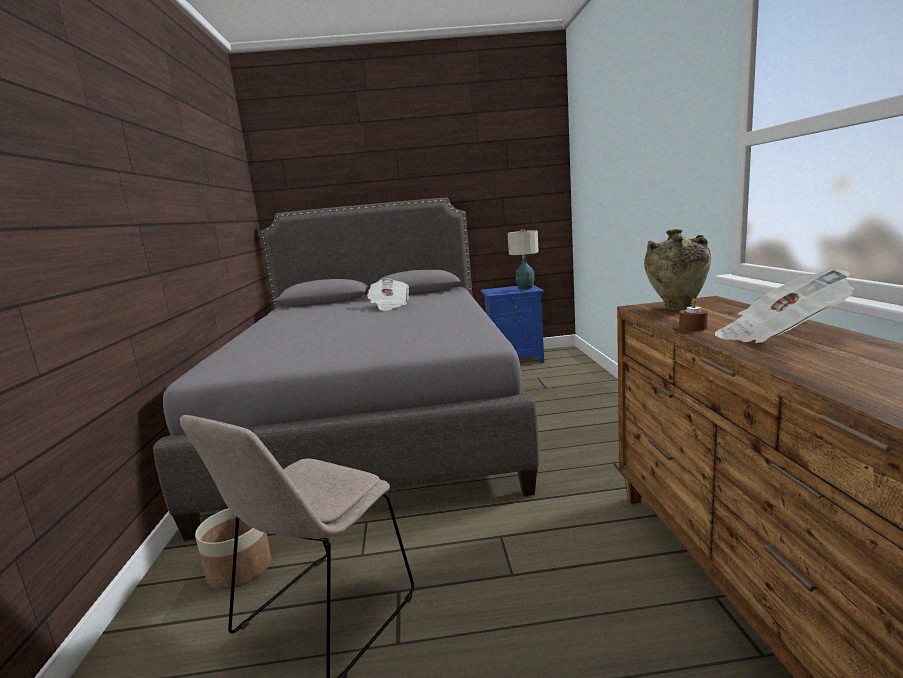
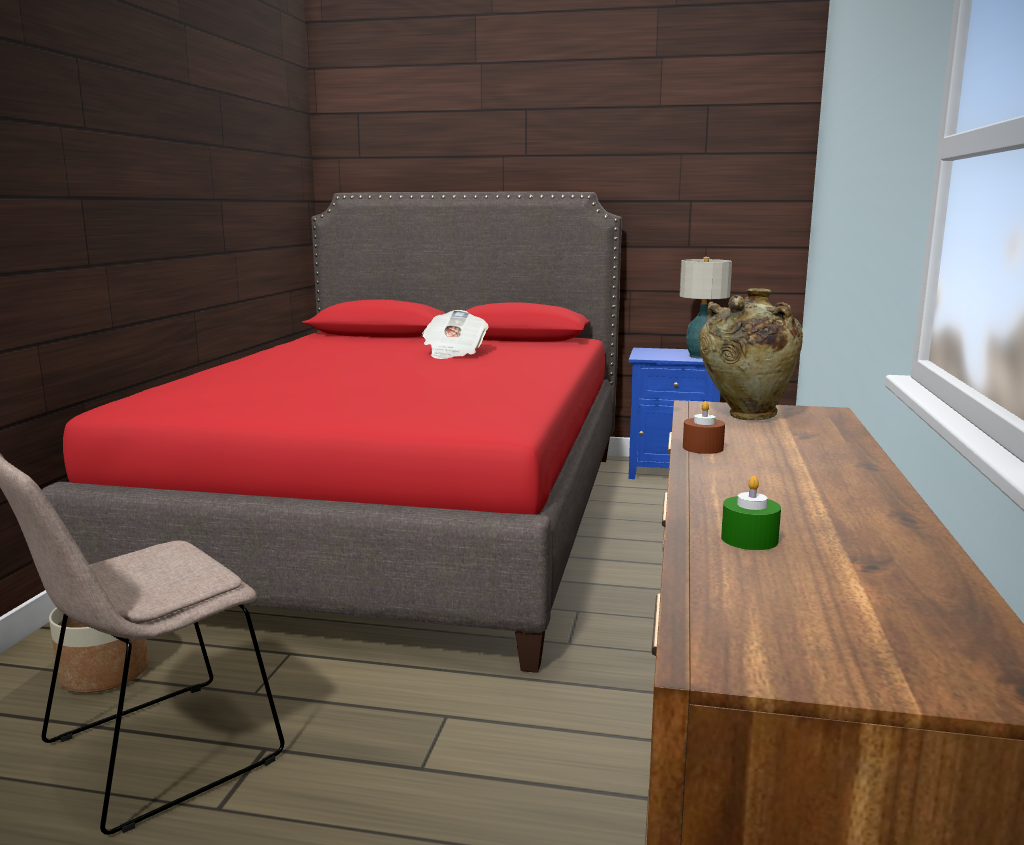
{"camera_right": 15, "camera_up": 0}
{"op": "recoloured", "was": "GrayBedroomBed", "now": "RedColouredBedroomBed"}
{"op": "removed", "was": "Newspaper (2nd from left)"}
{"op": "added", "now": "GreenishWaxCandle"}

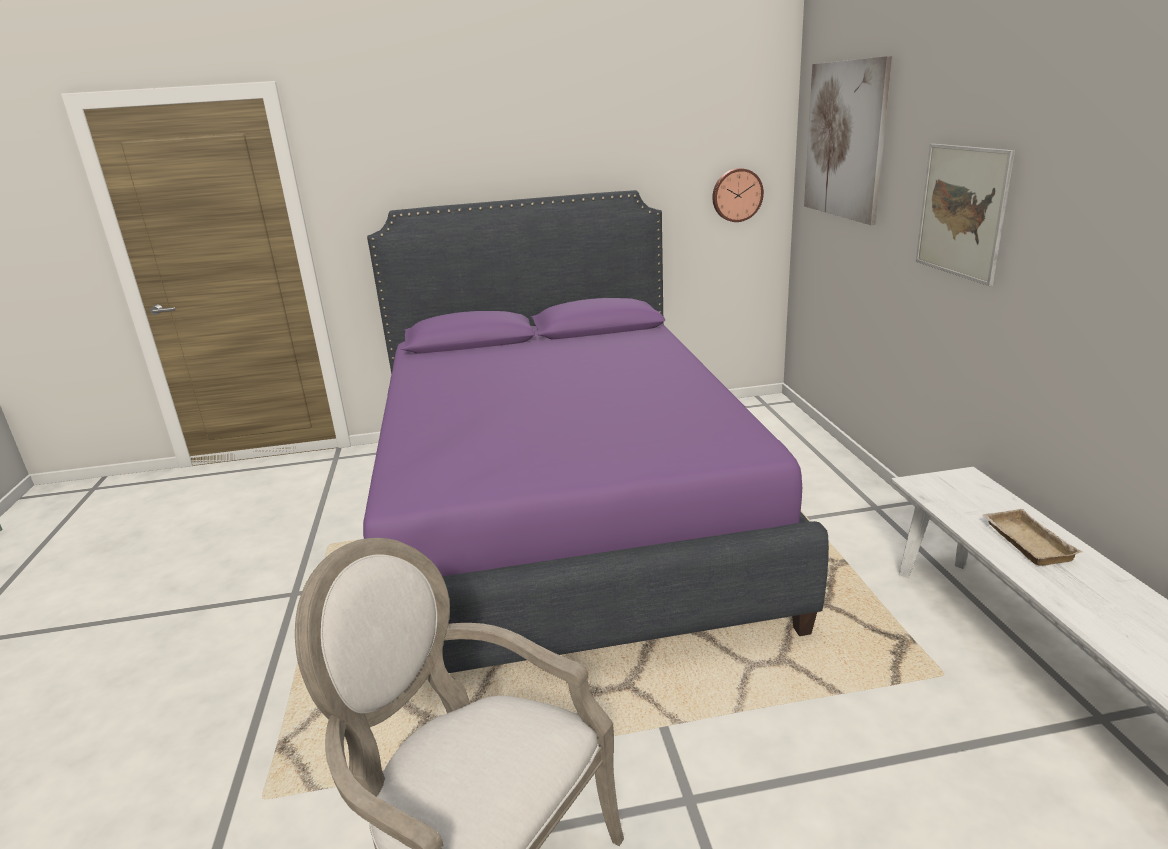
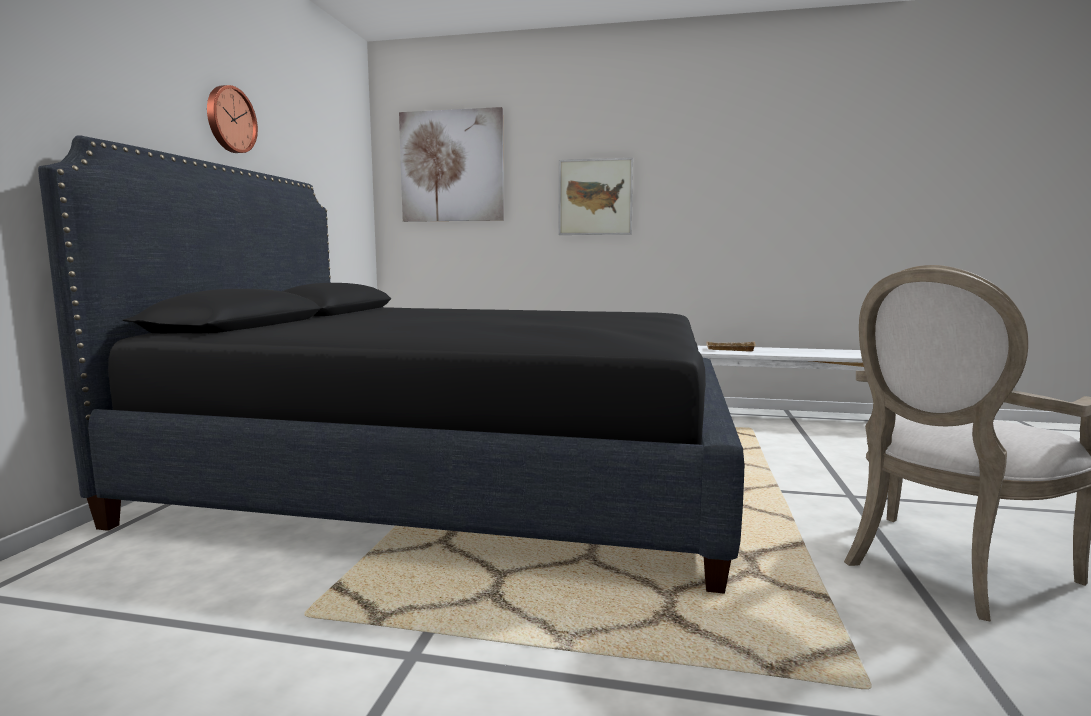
{"camera_right": -70, "camera_up": -15}
{"op": "moved", "was": "ClockOnTheWall"}
{"op": "recoloured", "was": "PurpleBedroomBed", "now": "BlackBedroomBed"}

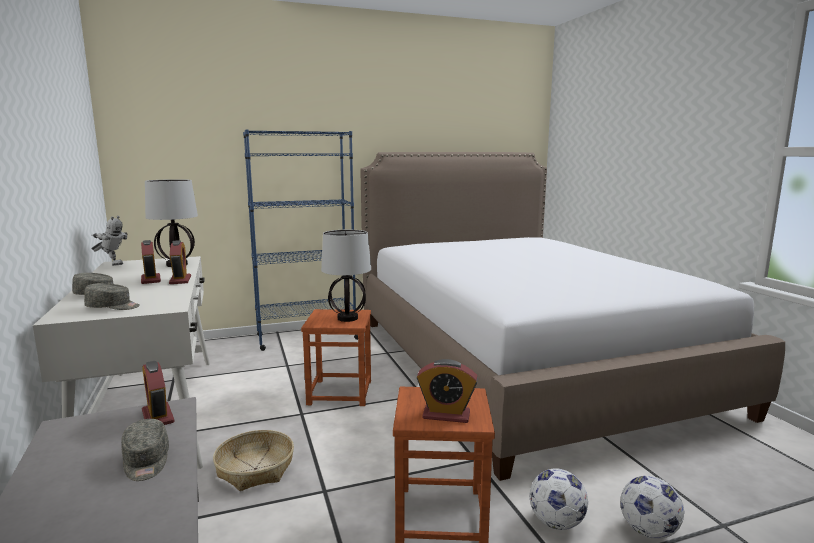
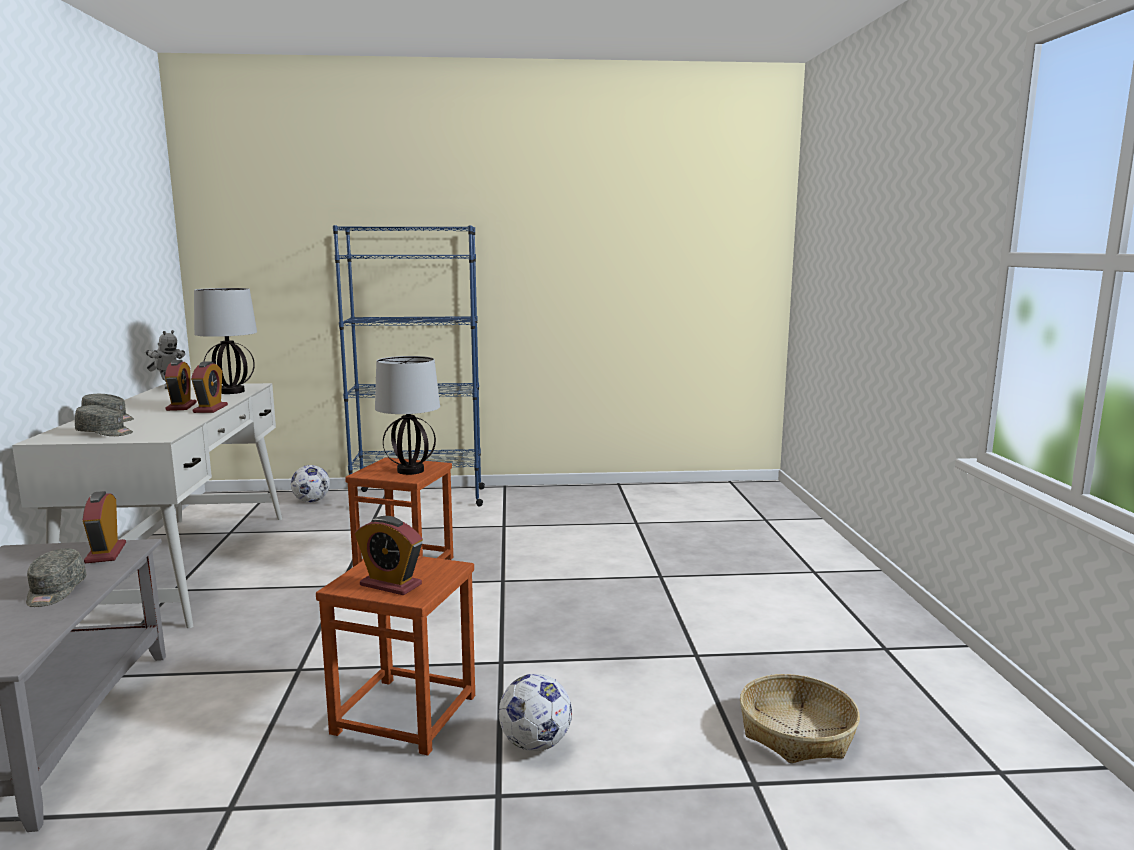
{"camera_right": 15, "camera_up": 0}
{"op": "removed", "was": "BedroomBed"}
{"op": "moved", "was": "StorageBasket"}
{"op": "moved", "was": "FootballBall (2nd from left in the first image)", "now": "FootballBall (1st from left)"}

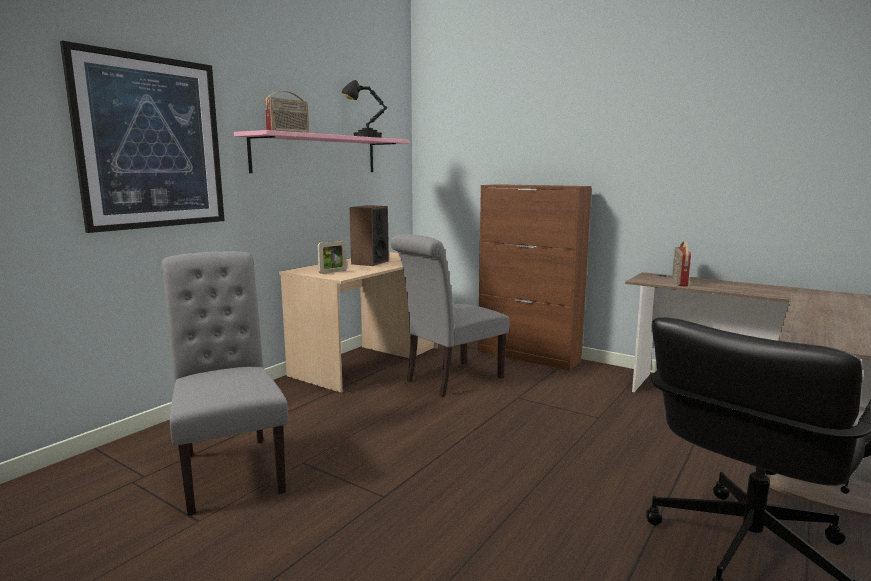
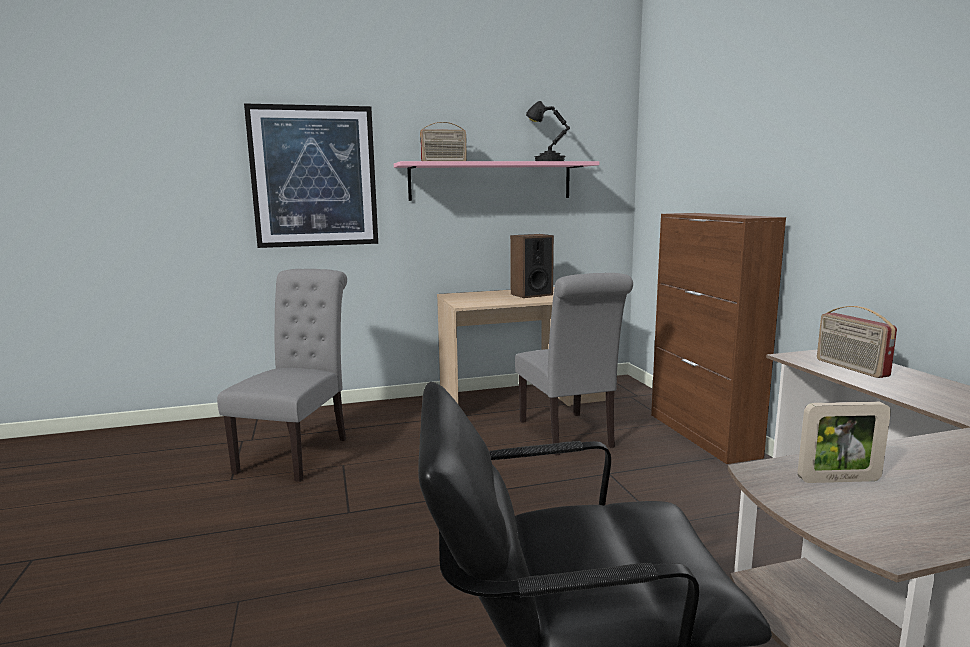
{"camera_right": 40, "camera_up": 0}
{"op": "turned", "was": "GrayChair (2nd from left)", "clockwise": -105}
{"op": "moved", "was": "StandingFrame"}
{"op": "turned", "was": "RadioReceiver (2nd from left)", "clockwise": -75}

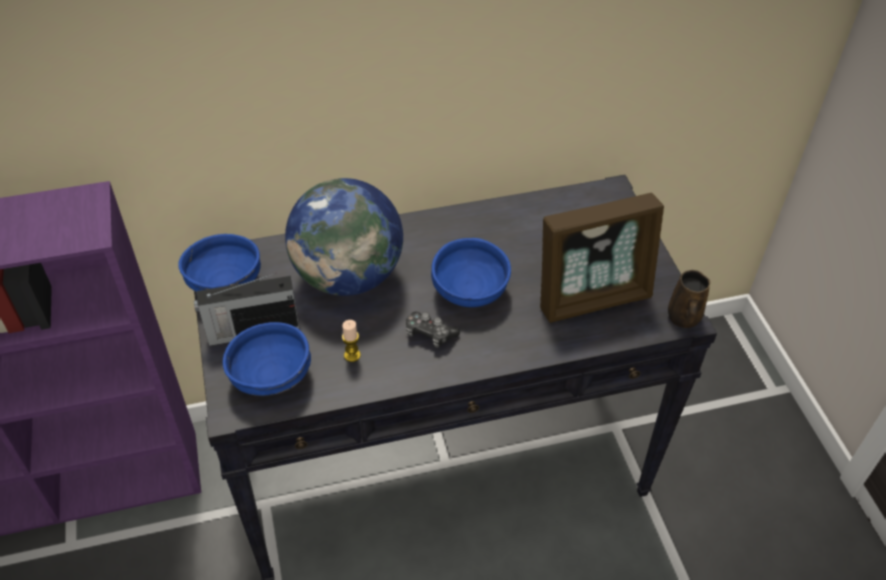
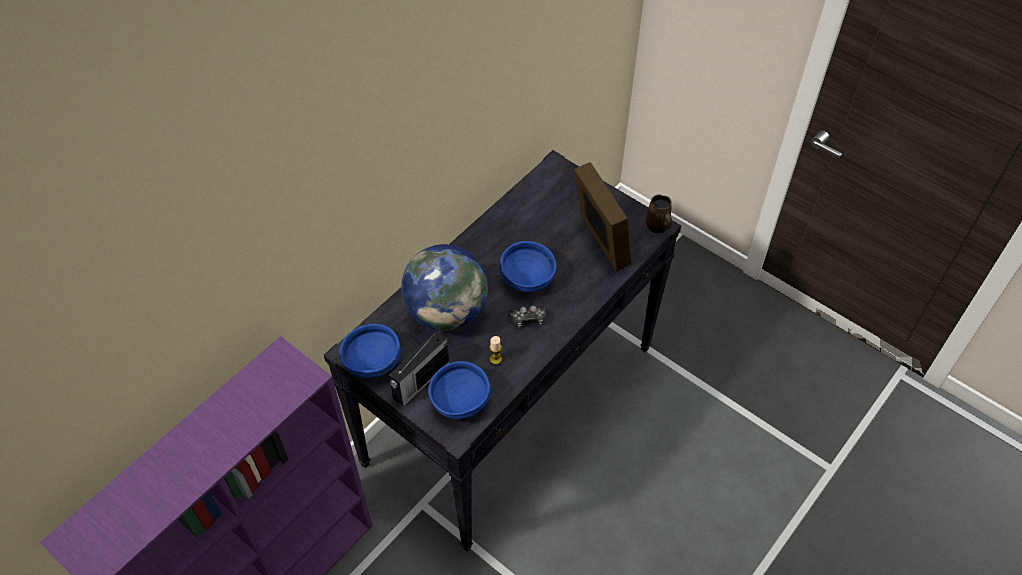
{"camera_right": -35, "camera_up": 5}
{"op": "turned", "was": "StandingFrame", "clockwise": -60}

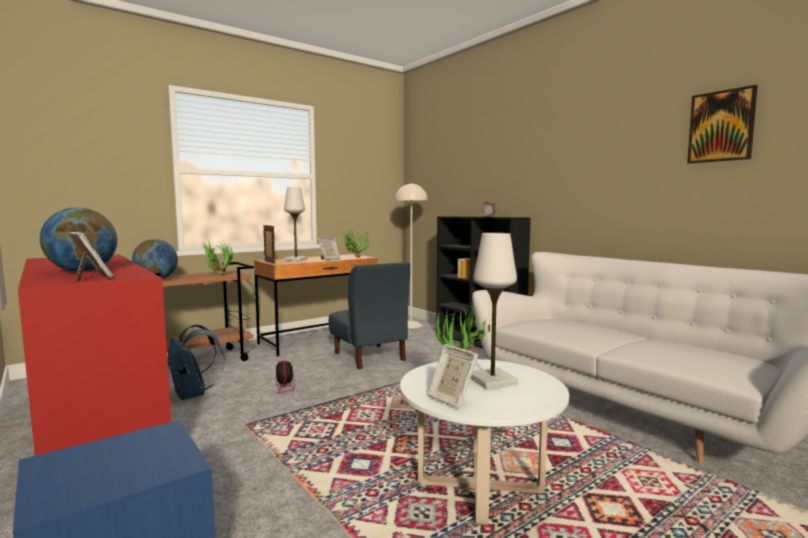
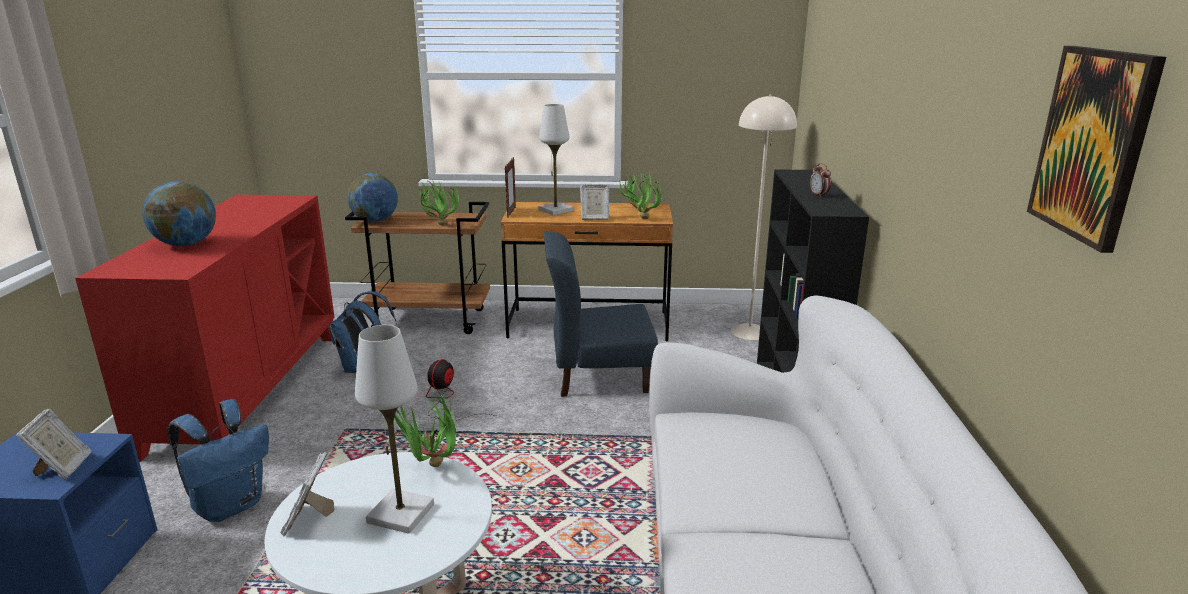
{"camera_right": 40, "camera_up": 15}
{"op": "moved", "was": "StandingFrame (1st from left)"}
{"op": "turned", "was": "BlueColouredChair", "clockwise": 75}
{"op": "added", "now": "BlueColouredRucksack (1st from left)"}

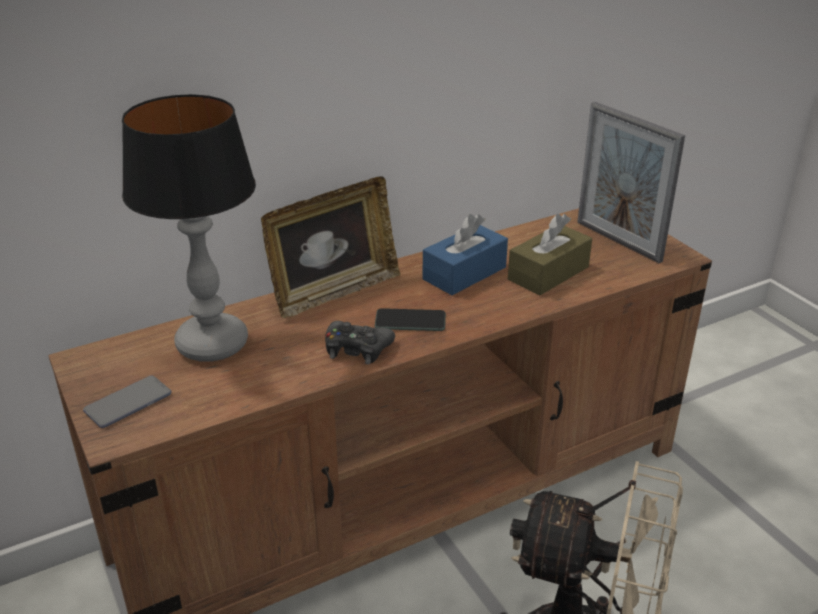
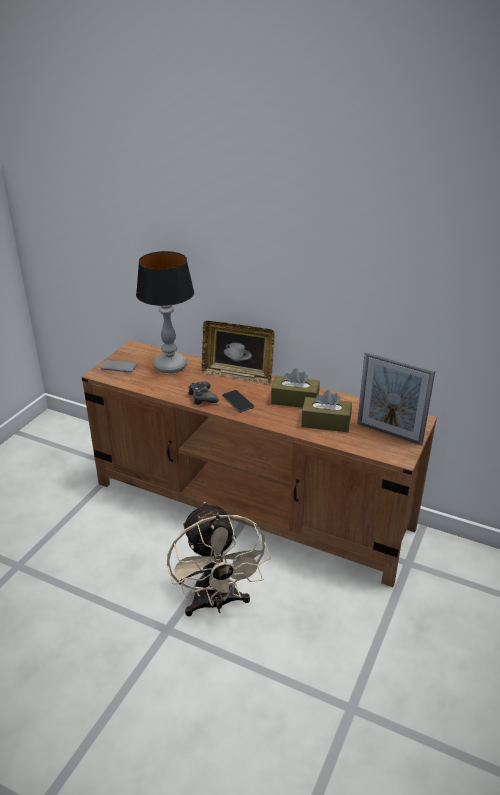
{"camera_right": 55, "camera_up": 0}
{"op": "turned", "was": "StandingFrame (2nd from left)", "clockwise": -75}
{"op": "recoloured", "was": "BlueColouredTissueHolder", "now": "BrownTissueHolder (1st from left)"}

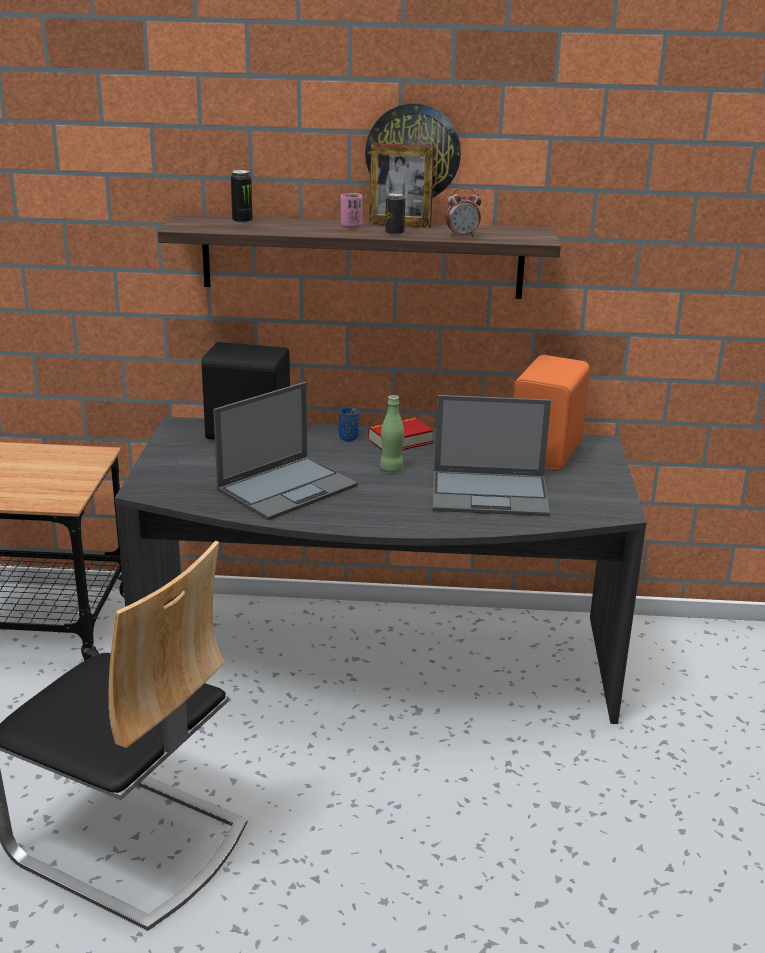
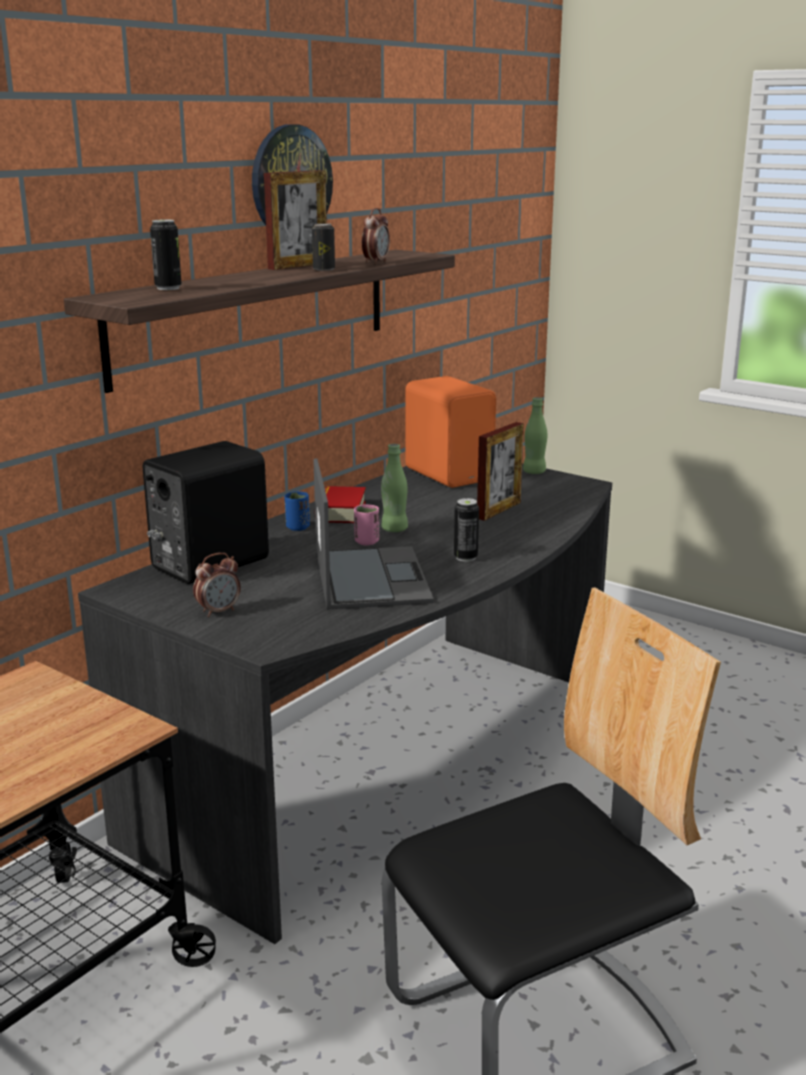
{"camera_right": -55, "camera_up": -5}
{"op": "moved", "was": "PinkColouredCup"}
{"op": "replaced", "was": "NotebookComputer (2nd from left)", "now": "StandingFrame (2nd from left)"}
{"op": "added", "now": "GreenishDrinkBottle (2nd from left)"}
{"op": "added", "now": "Can (3rd from left)"}
{"op": "added", "now": "AlarmClock (1st from left)"}

